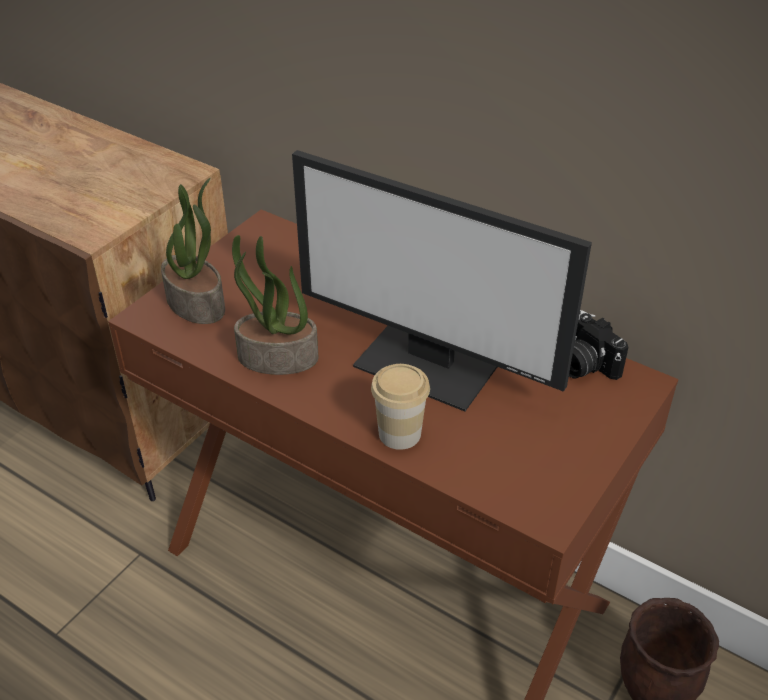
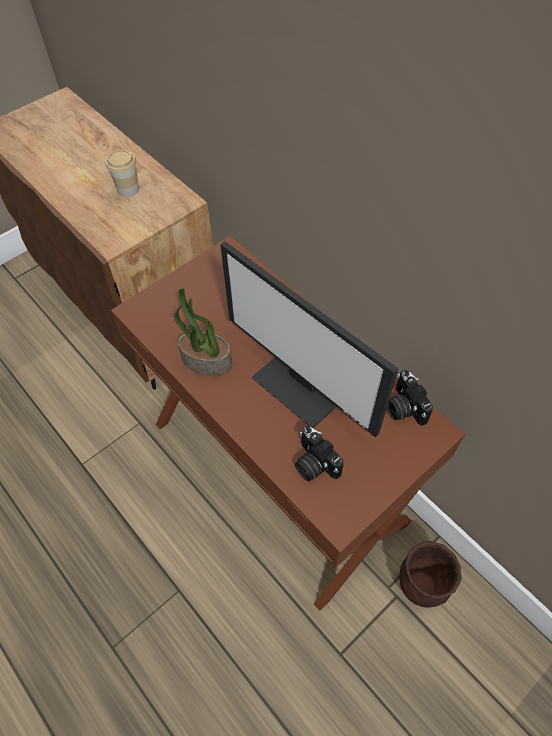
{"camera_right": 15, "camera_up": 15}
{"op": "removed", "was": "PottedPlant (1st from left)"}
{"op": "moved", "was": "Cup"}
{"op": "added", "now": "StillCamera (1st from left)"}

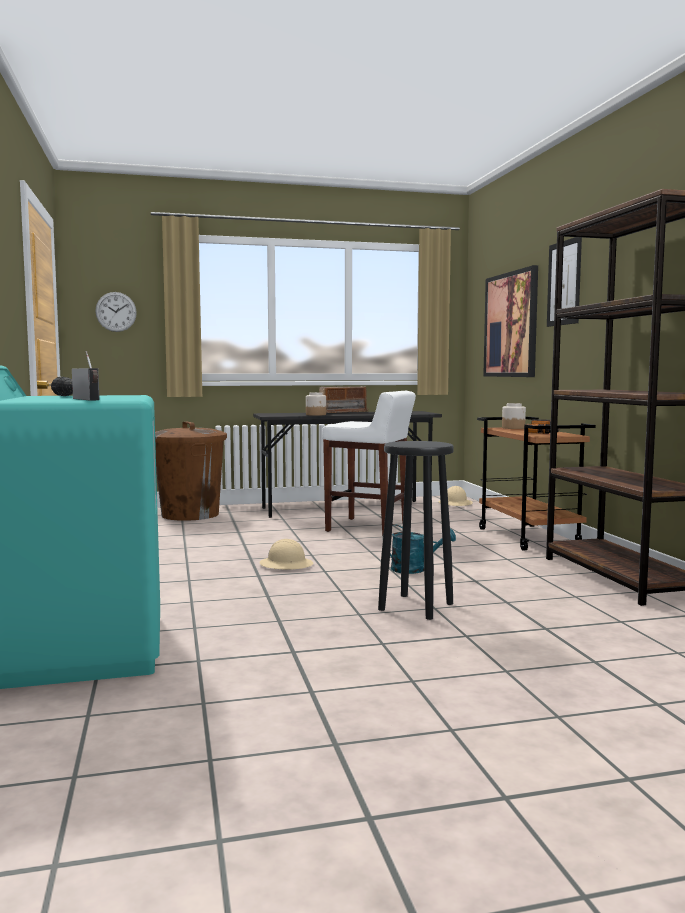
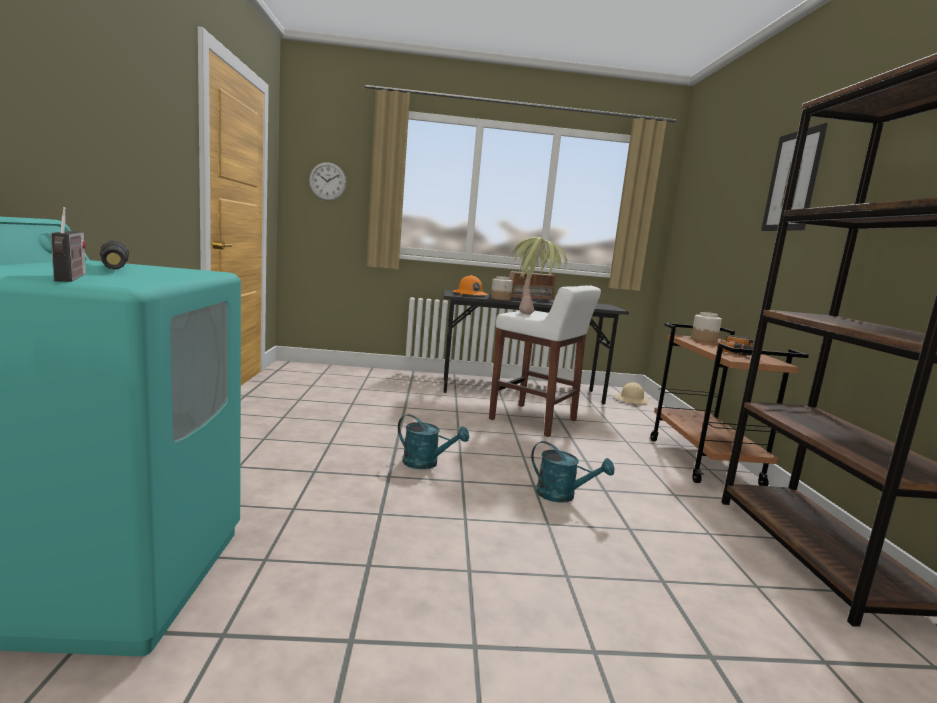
{"camera_right": 10, "camera_up": 5}
{"op": "removed", "was": "WallArt (1st from left)"}
{"op": "removed", "was": "BrownTrashCan"}
{"op": "removed", "was": "BlackSittingStool"}
{"op": "replaced", "was": "SandColouredWorkHelmet (1st from left)", "now": "TurquoiseWateringCan (1st from left)"}
{"op": "added", "now": "PottedPlant"}
{"op": "added", "now": "OrangeyWorkHelmet"}

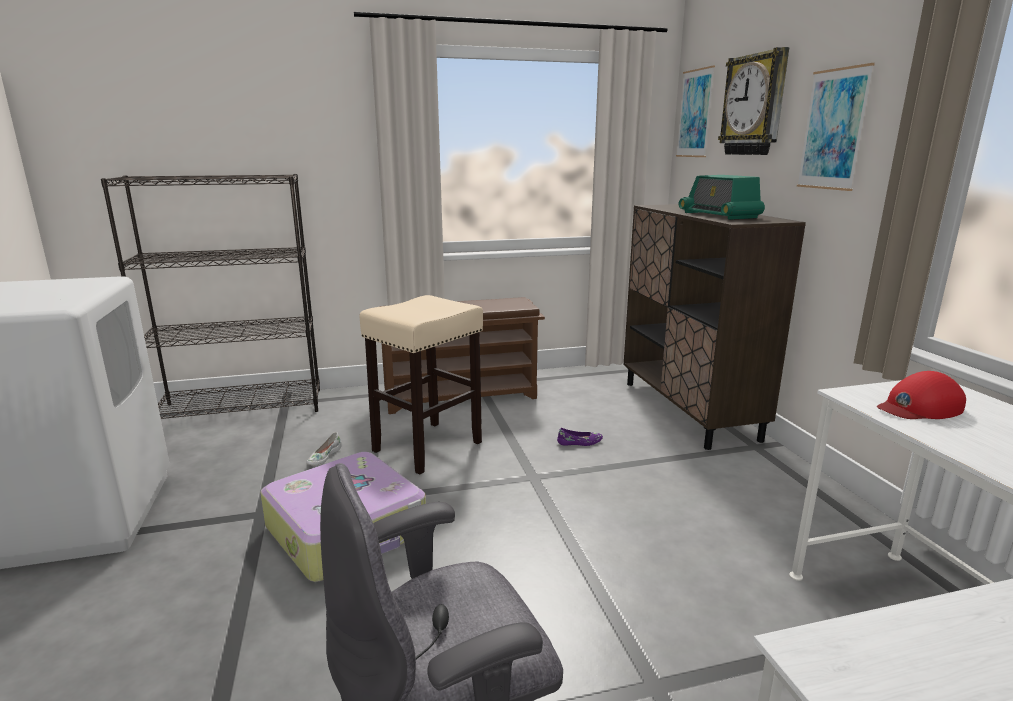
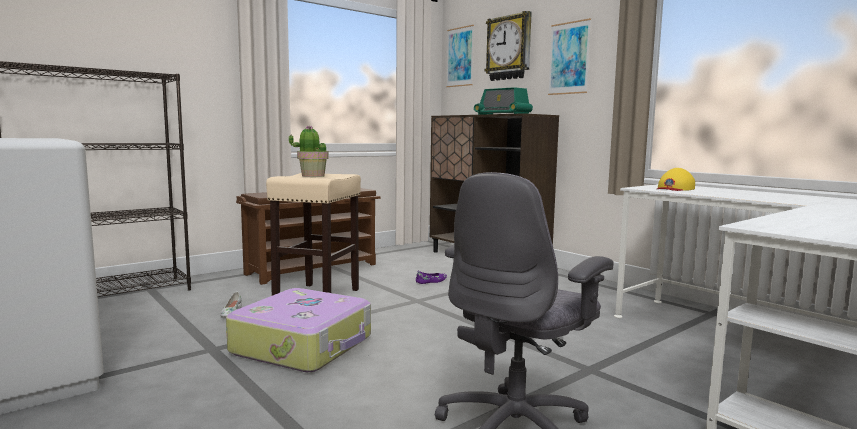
{"camera_right": -25, "camera_up": -10}
{"op": "recoloured", "was": "RedColouredPeakedCap", "now": "YellowPeakedCap"}
{"op": "added", "now": "PottedPlant"}

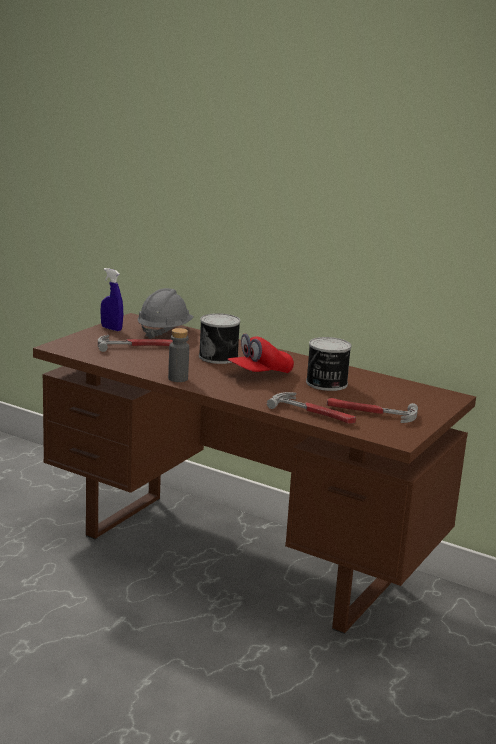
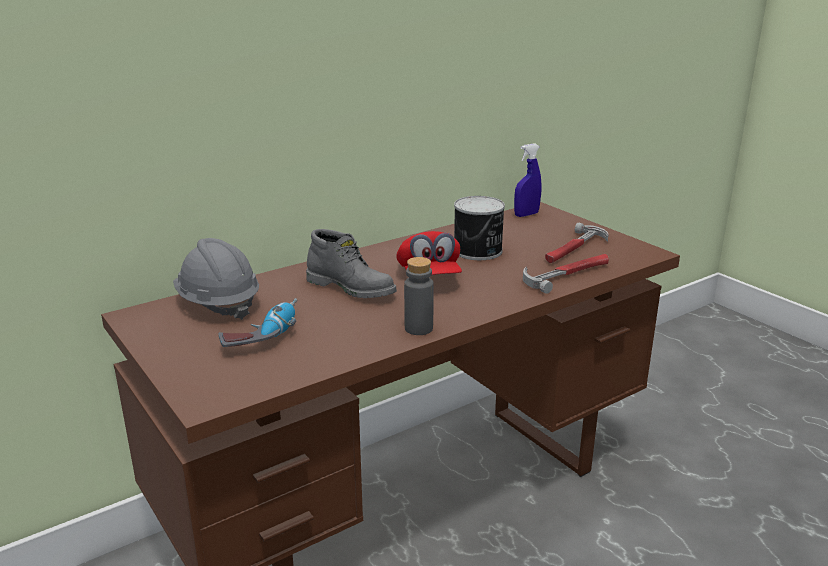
{"camera_right": -65, "camera_up": 5}
{"op": "moved", "was": "BlueColouredSprayBottle"}
{"op": "replaced", "was": "Can (1st from left)", "now": "GrayHighTopBoot"}
{"op": "replaced", "was": "ToolHammer (1st from left)", "now": "PowerDrill"}

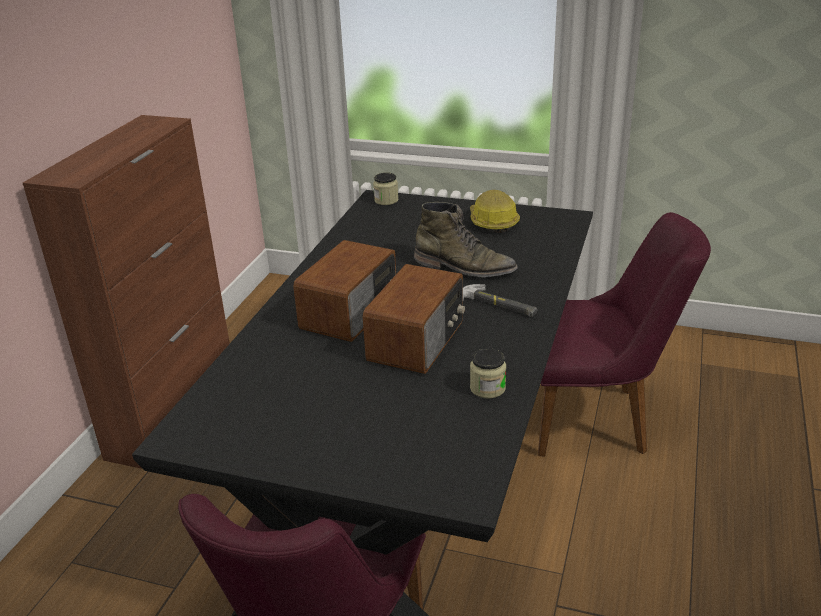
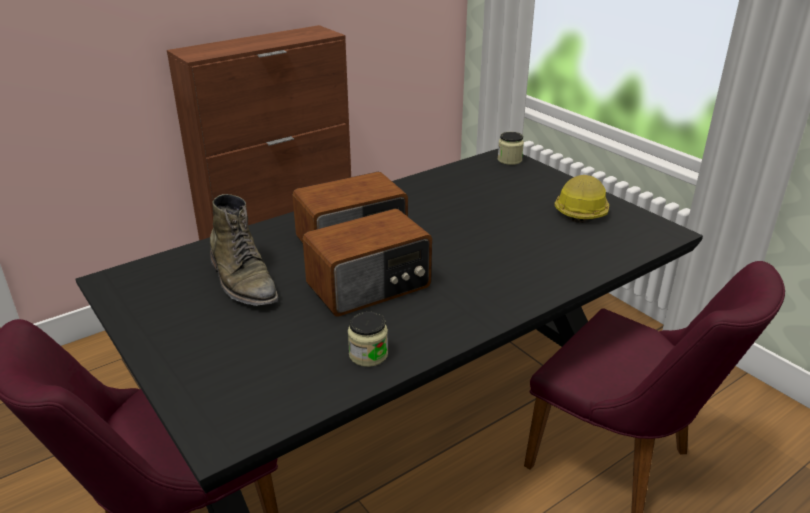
{"camera_right": 35, "camera_up": 0}
{"op": "moved", "was": "GreenishHighTopBoot"}
{"op": "removed", "was": "ToolHammer"}

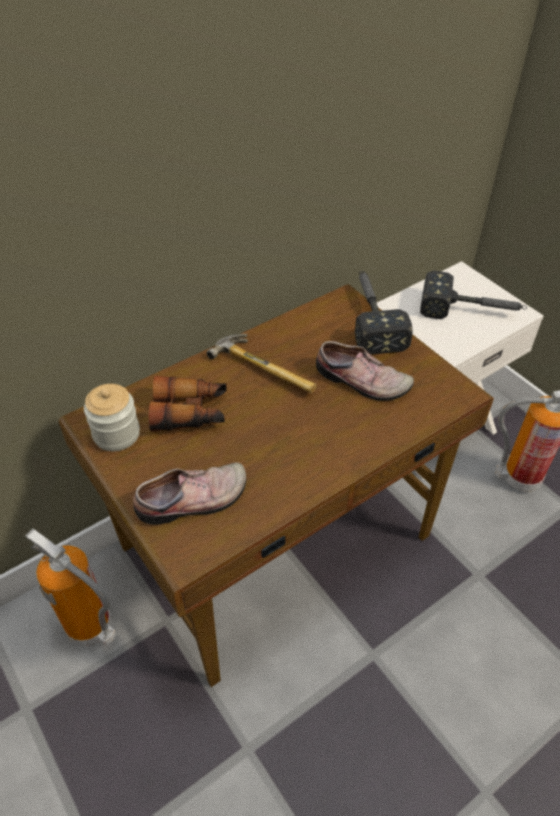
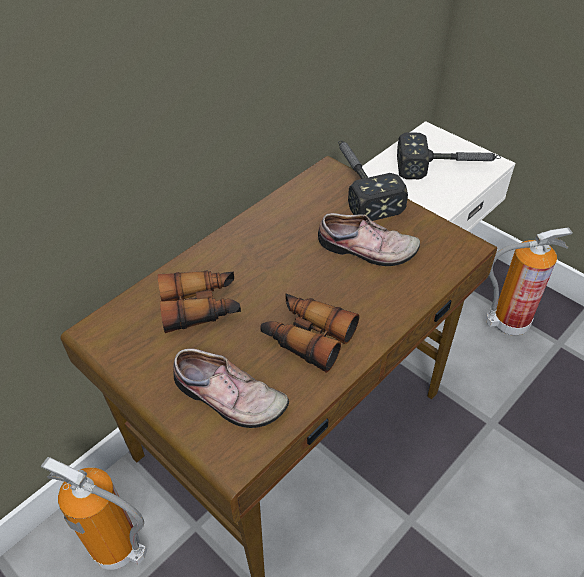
{"camera_right": -10, "camera_up": 0}
{"op": "removed", "was": "ToolHammer (1st from left)"}
{"op": "removed", "was": "PreserveJar"}
{"op": "turned", "was": "Shoe (1st from left)", "clockwise": 60}
{"op": "added", "now": "PairOfBinoculars (2nd from left)"}

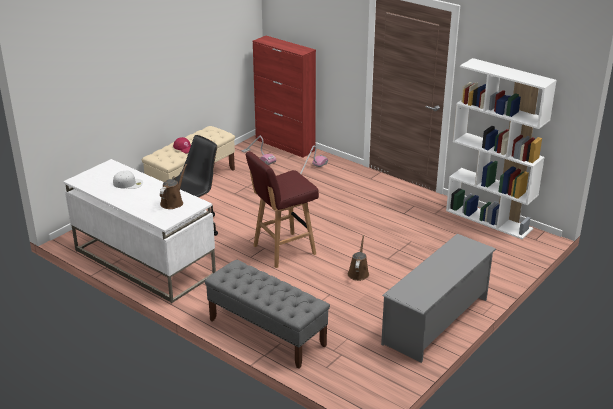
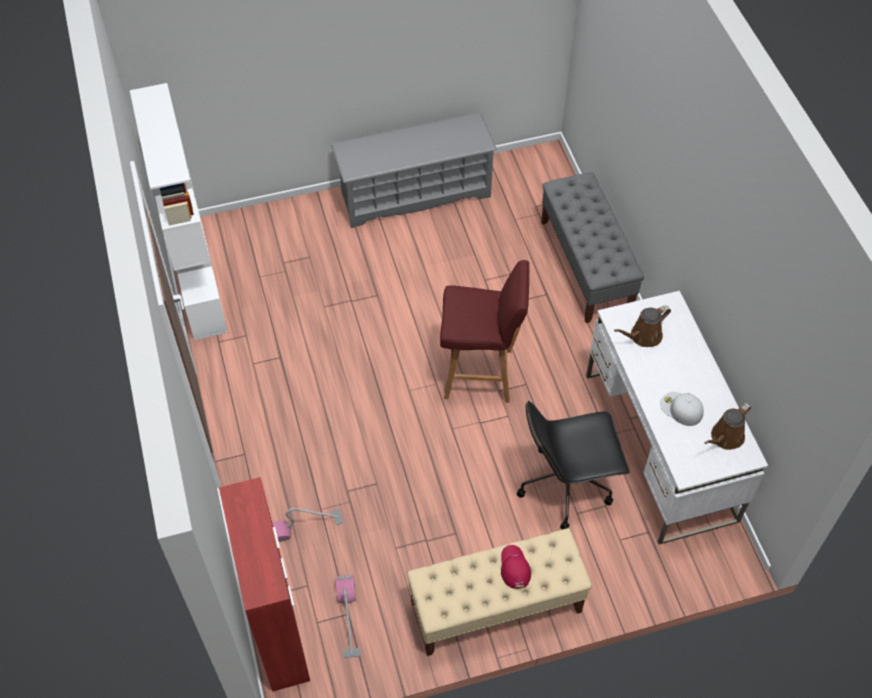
{"camera_right": -145, "camera_up": 25}
{"op": "moved", "was": "BrownWateringCan (2nd from left)"}

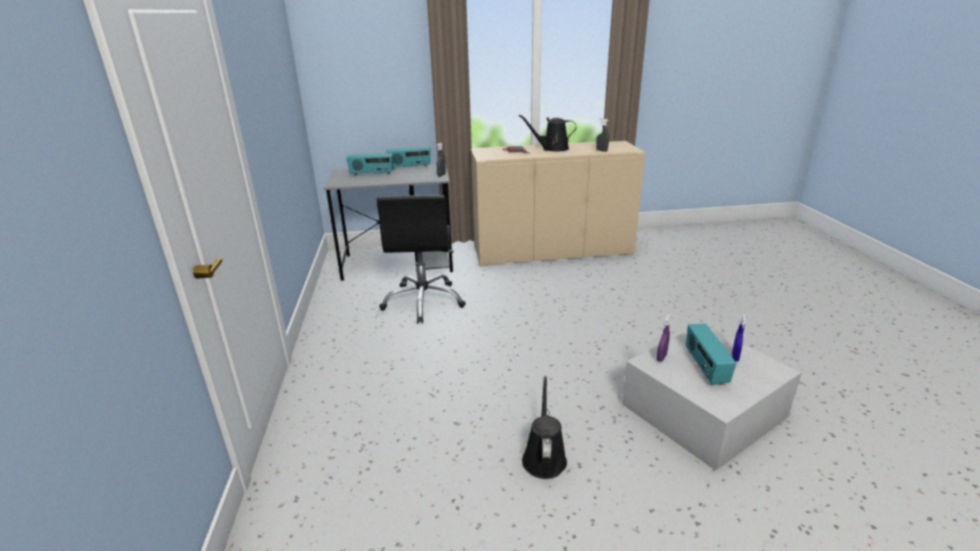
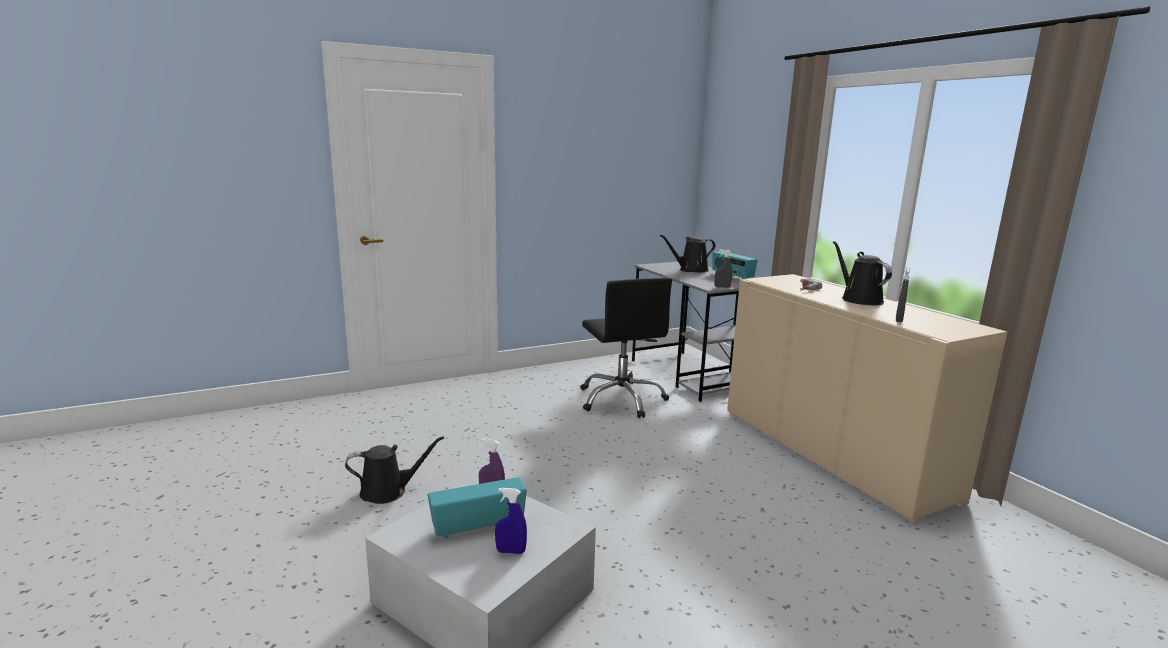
{"camera_right": 70, "camera_up": -10}
{"op": "replaced", "was": "RadioReceiver (1st from left)", "now": "BlackWateringCan (2nd from left)"}
{"op": "turned", "was": "BlackComputerChair", "clockwise": -90}

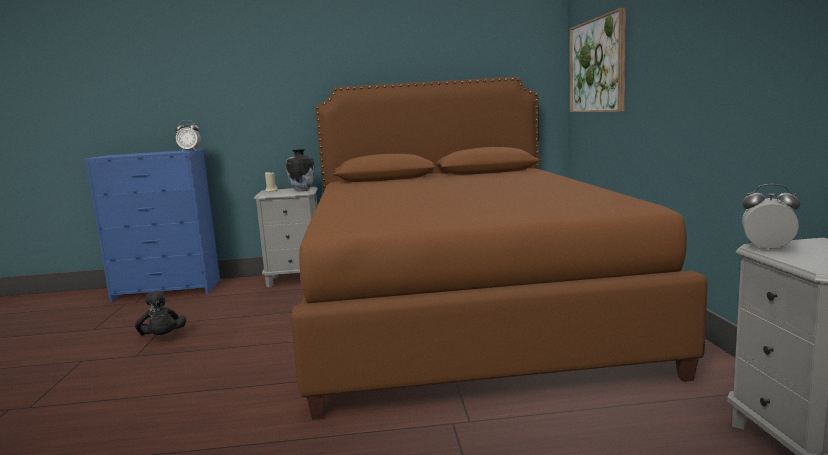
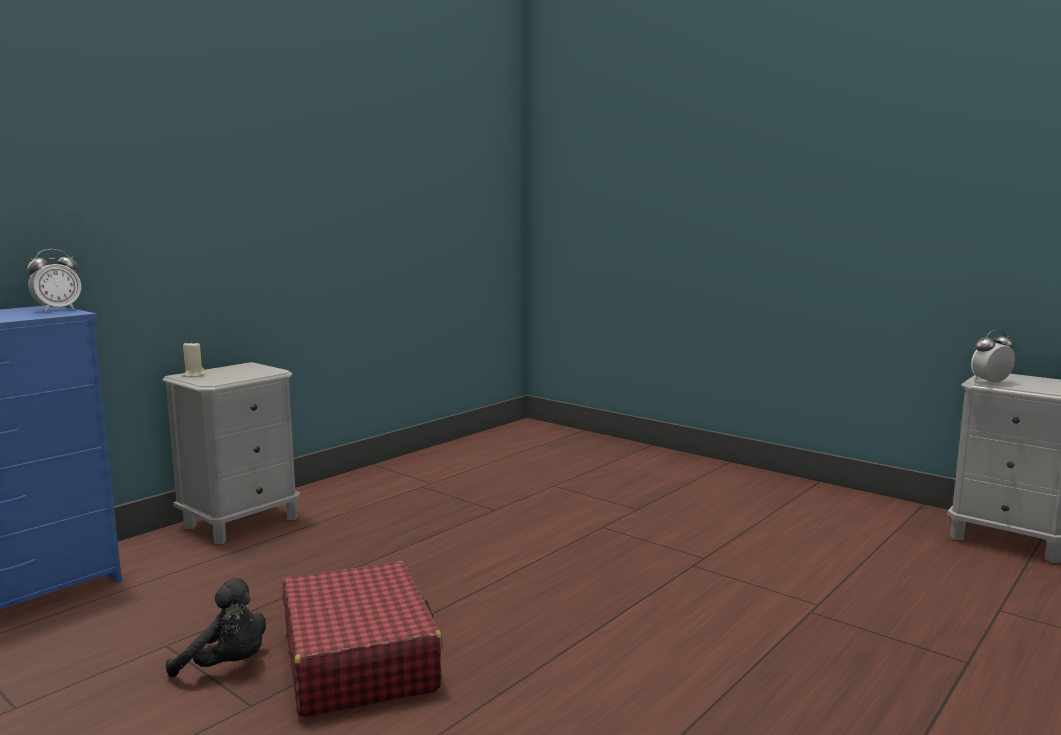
{"camera_right": -45, "camera_up": 0}
{"op": "removed", "was": "WallArt"}
{"op": "removed", "was": "BrownBedroomBed"}
{"op": "removed", "was": "Vase"}
{"op": "added", "now": "RedColouredPieceOfLuggage"}

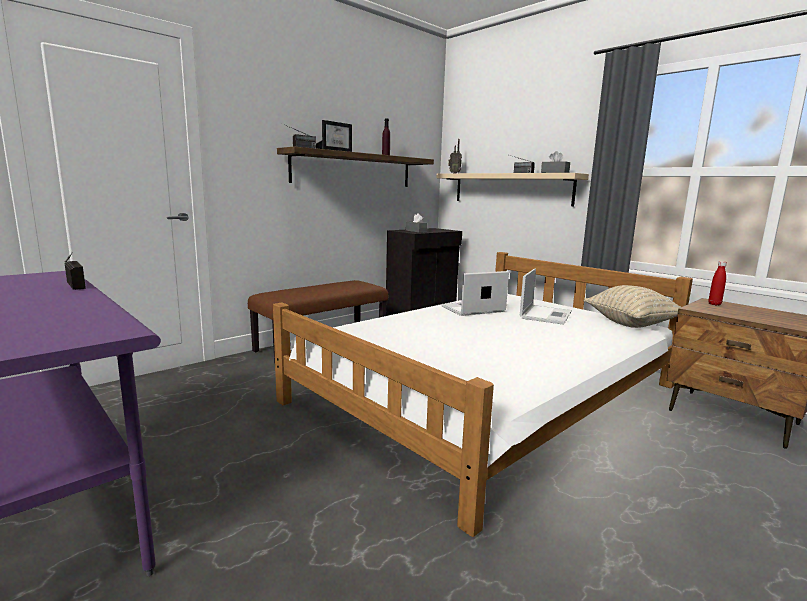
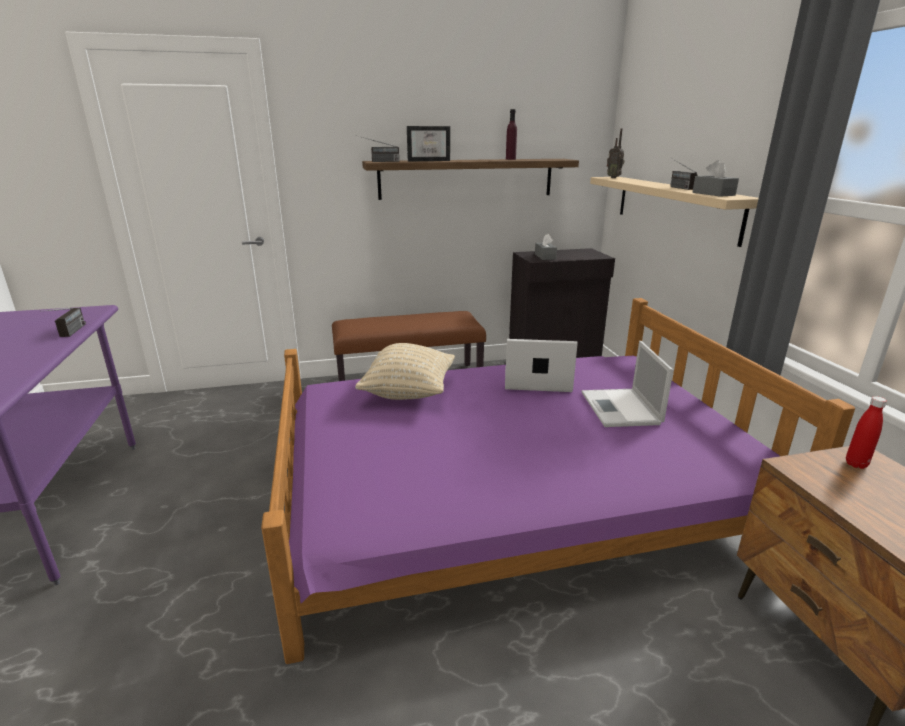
{"camera_right": 30, "camera_up": 10}
{"op": "recoloured", "was": "WhiteBedroomBed", "now": "PurpleBedroomBed"}
{"op": "turned", "was": "NotebookComputer (2nd from left)", "clockwise": 120}
{"op": "moved", "was": "SandColouredThrowPillow"}

